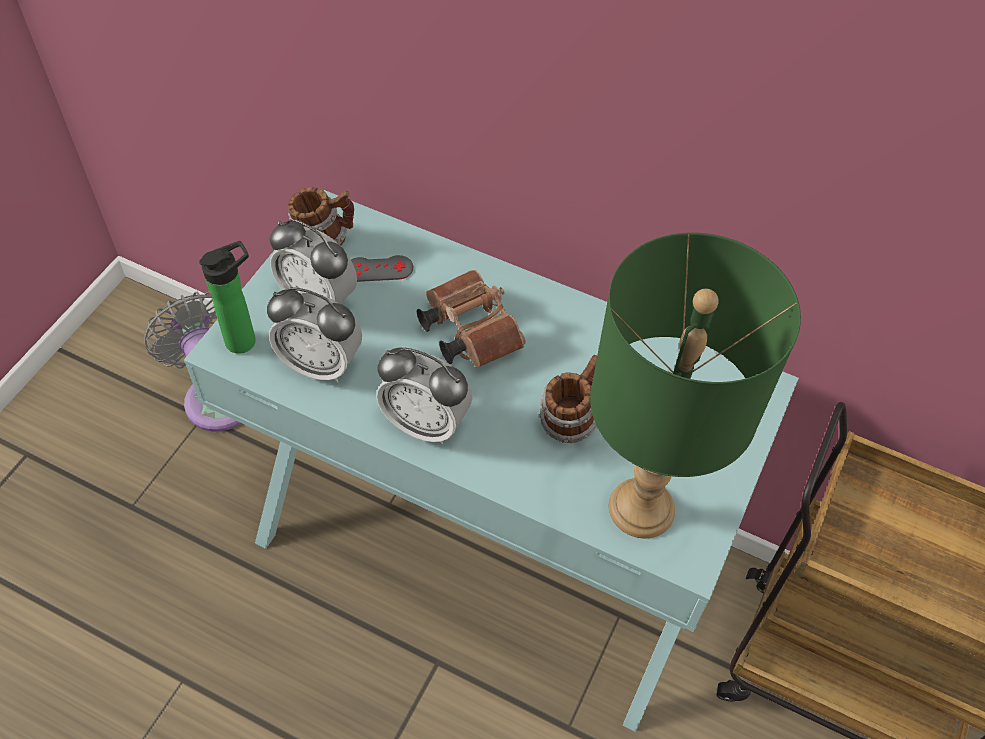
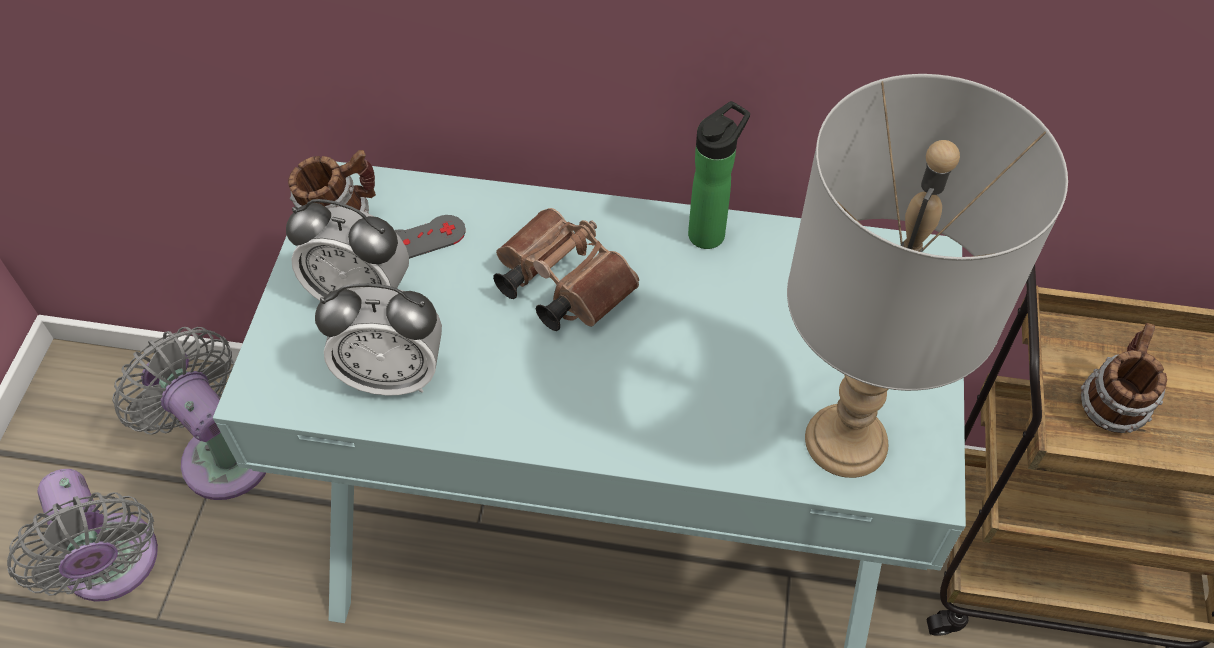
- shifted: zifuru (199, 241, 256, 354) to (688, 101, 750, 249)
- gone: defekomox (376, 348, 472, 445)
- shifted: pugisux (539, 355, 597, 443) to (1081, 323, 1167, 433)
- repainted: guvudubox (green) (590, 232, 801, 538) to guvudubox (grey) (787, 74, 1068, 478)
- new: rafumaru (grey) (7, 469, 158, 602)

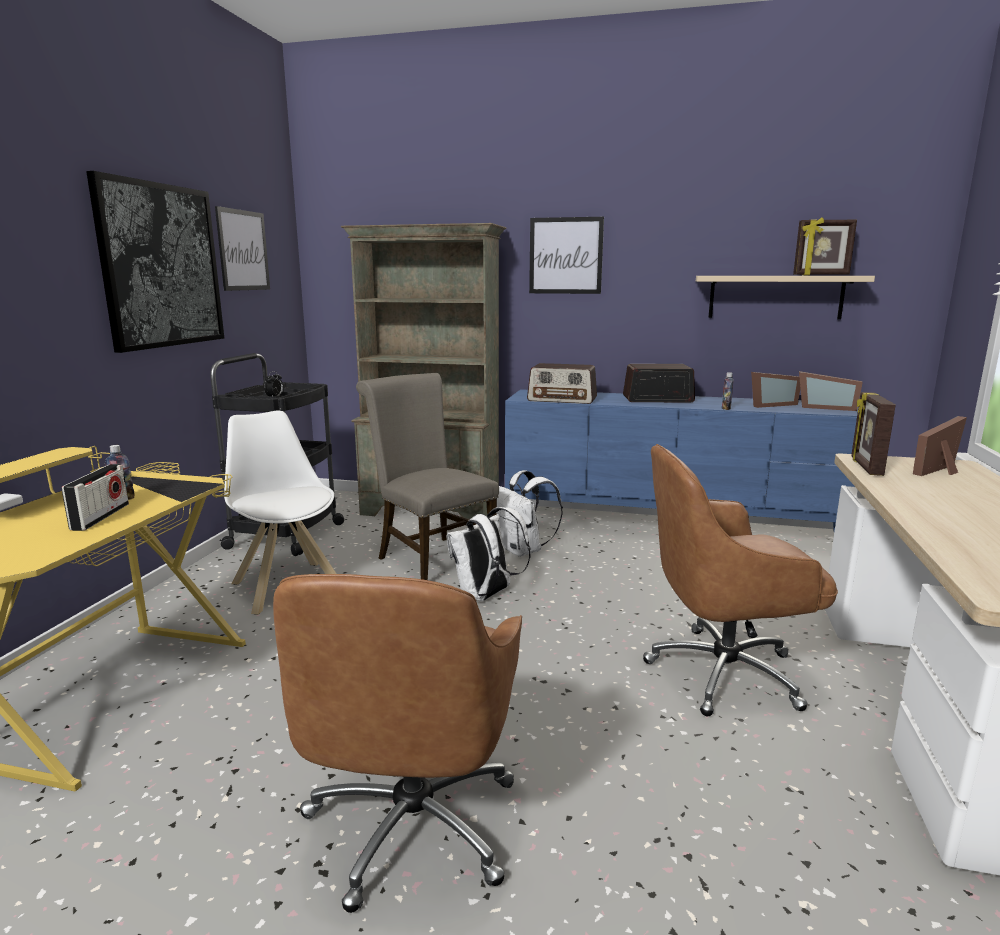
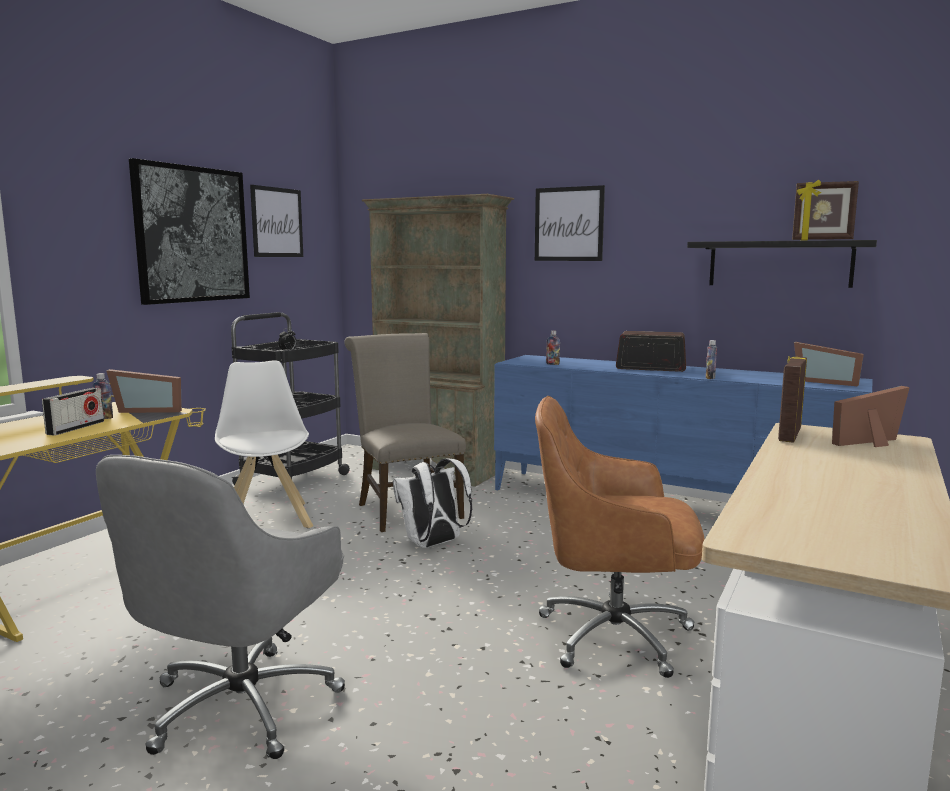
- repainted: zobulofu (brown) (273, 574, 522, 913) to zobulofu (grey) (96, 455, 345, 759)
- gone: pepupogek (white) (497, 470, 563, 557)
- swapped: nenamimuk (527, 363, 597, 404) to zifuru (546, 331, 560, 365)
- repainted: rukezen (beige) (696, 276, 875, 319) to rukezen (black) (687, 240, 877, 288)
- shifted: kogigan (751, 372, 800, 408) to (106, 369, 182, 413)

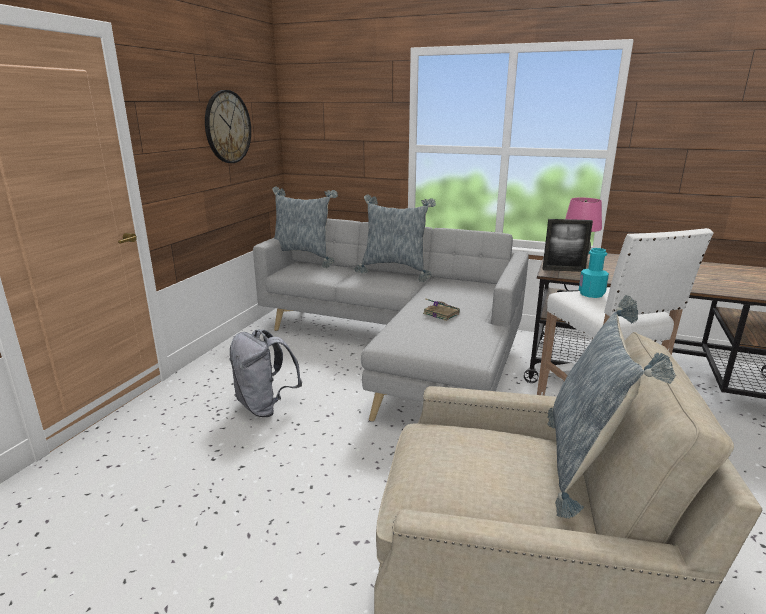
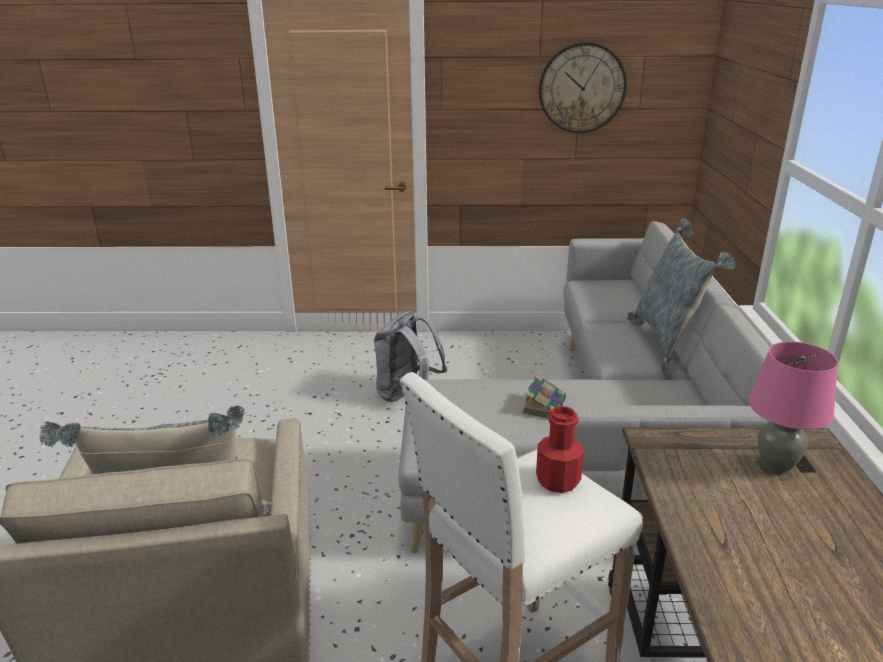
- gone: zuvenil (272, 186, 338, 268)
- gone: kogigan (542, 219, 593, 272)
- repainted: zifuru (turquoise) (579, 248, 609, 298) to zifuru (red) (536, 406, 584, 493)

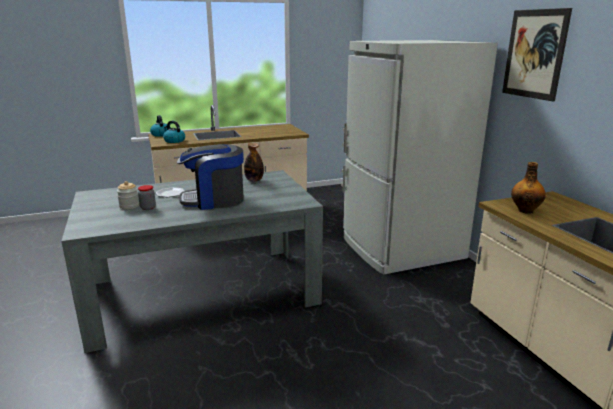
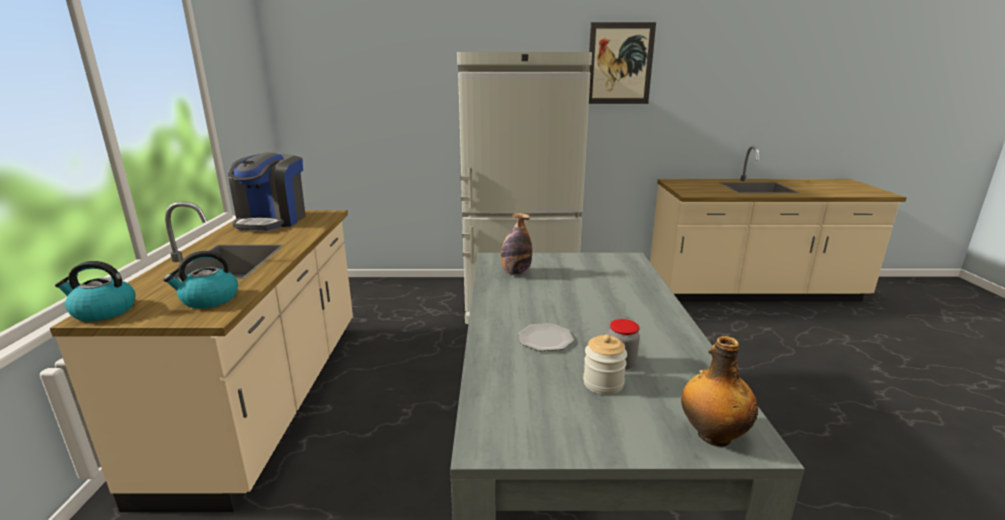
- shifted: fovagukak (177, 144, 244, 210) to (228, 152, 306, 230)
- shifted: zifuru (511, 162, 546, 214) to (681, 336, 758, 447)

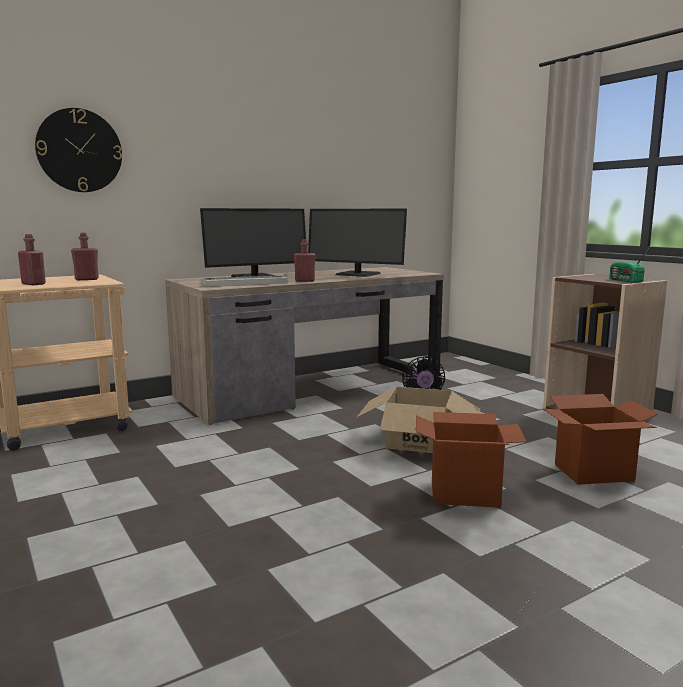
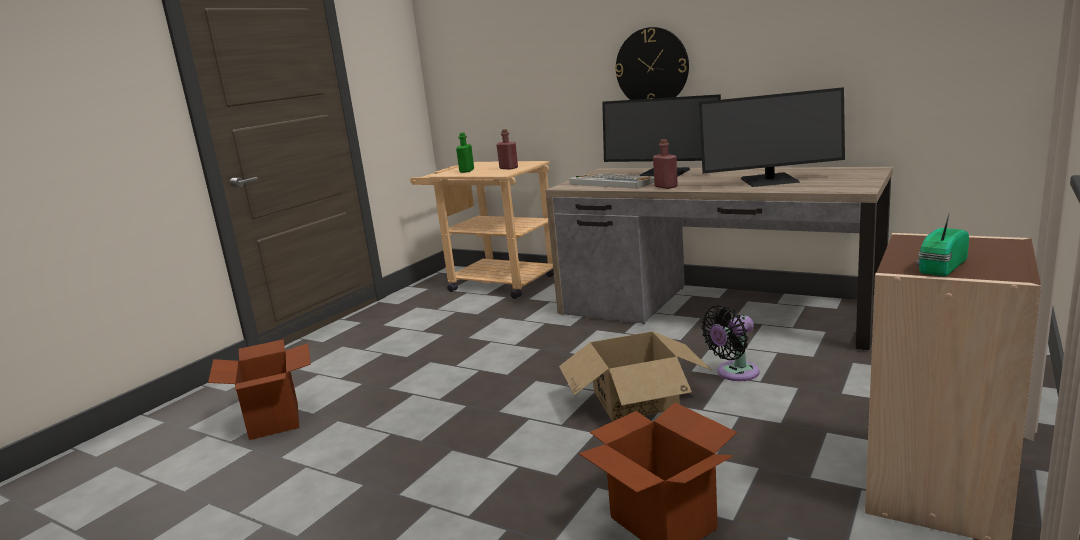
- repainted: zifuru (red) (18, 234, 46, 285) to zifuru (green) (456, 132, 474, 173)
- shifted: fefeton (35, 108, 122, 192) to (615, 27, 689, 100)
- rotated: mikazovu (308, 208, 407, 277) = (699, 87, 845, 187) 90 degrees counterclockwise
- shifted: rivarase (416, 412, 526, 508) to (208, 340, 311, 440)

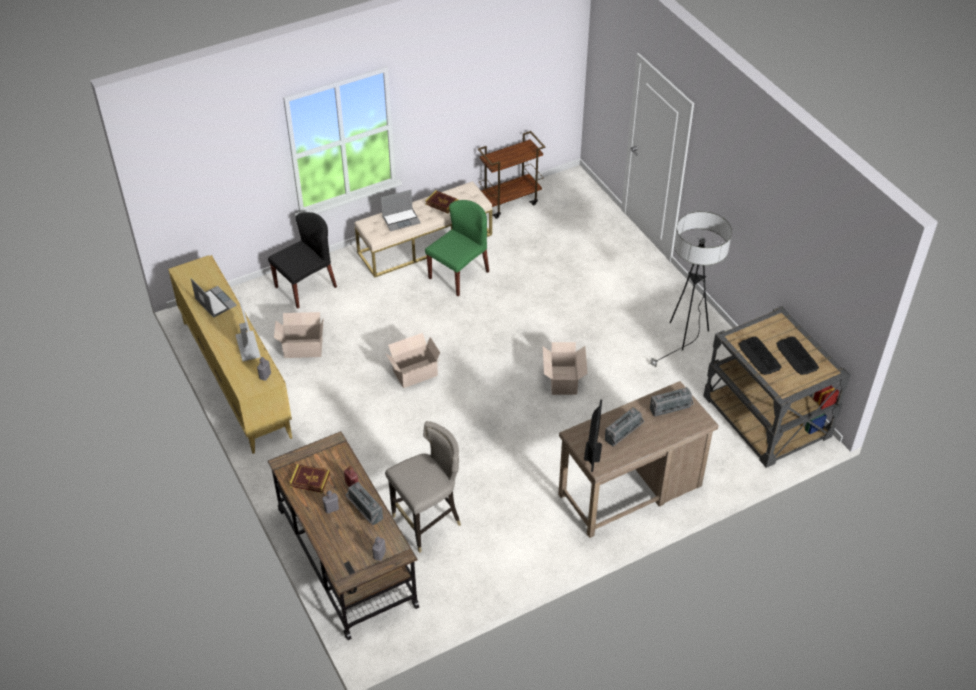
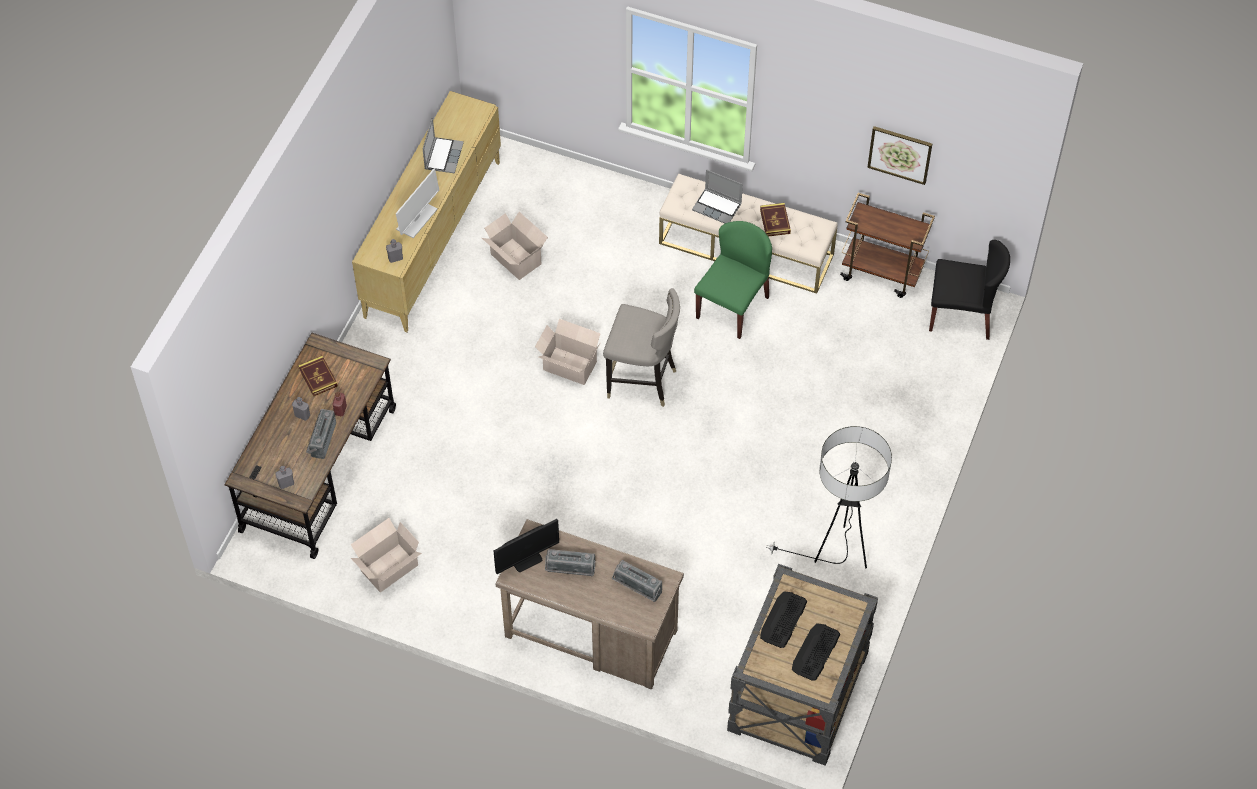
- shifted: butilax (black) (268, 212, 337, 308) to (929, 240, 1010, 340)
- shifted: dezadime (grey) (385, 421, 461, 553) to (603, 288, 680, 407)
- rotated: butilax (green) (425, 200, 489, 296) = (694, 221, 772, 339) 60 degrees counterclockwise
- shifted: rivarase (543, 342, 588, 395) to (351, 518, 422, 593)
- new: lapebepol (867, 126, 932, 185)

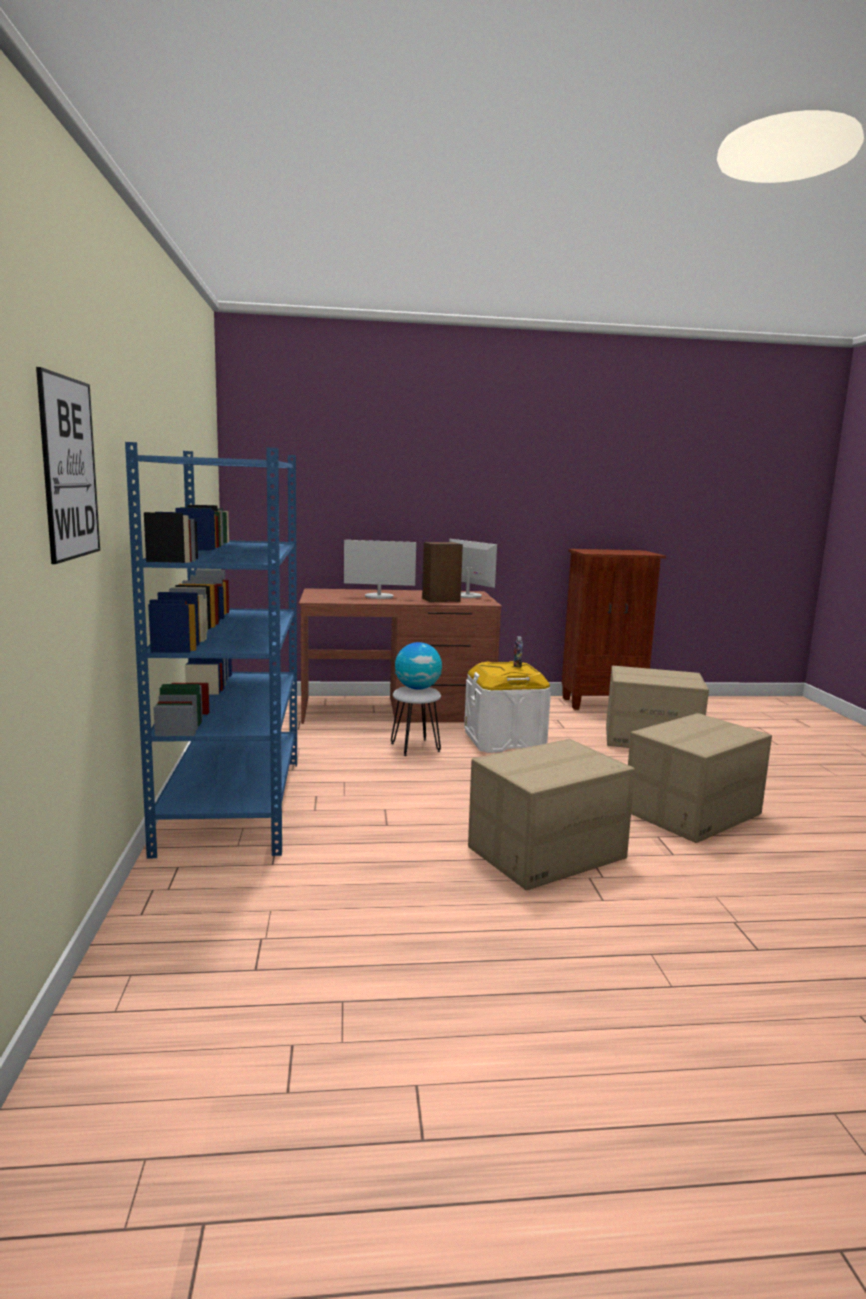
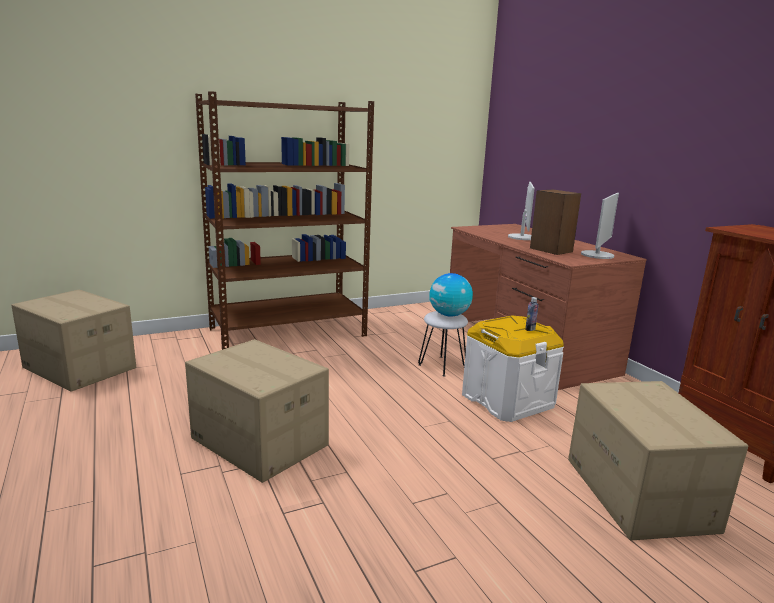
- gone: lapebepol (36, 367, 100, 564)
- repainted: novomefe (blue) (125, 442, 297, 859) to novomefe (brown) (195, 91, 374, 350)
- rotated: mikazovu (344, 540, 416, 599) = (508, 182, 535, 240) 150 degrees counterclockwise
- shifted: rivarase (628, 713, 772, 843) to (11, 290, 136, 392)

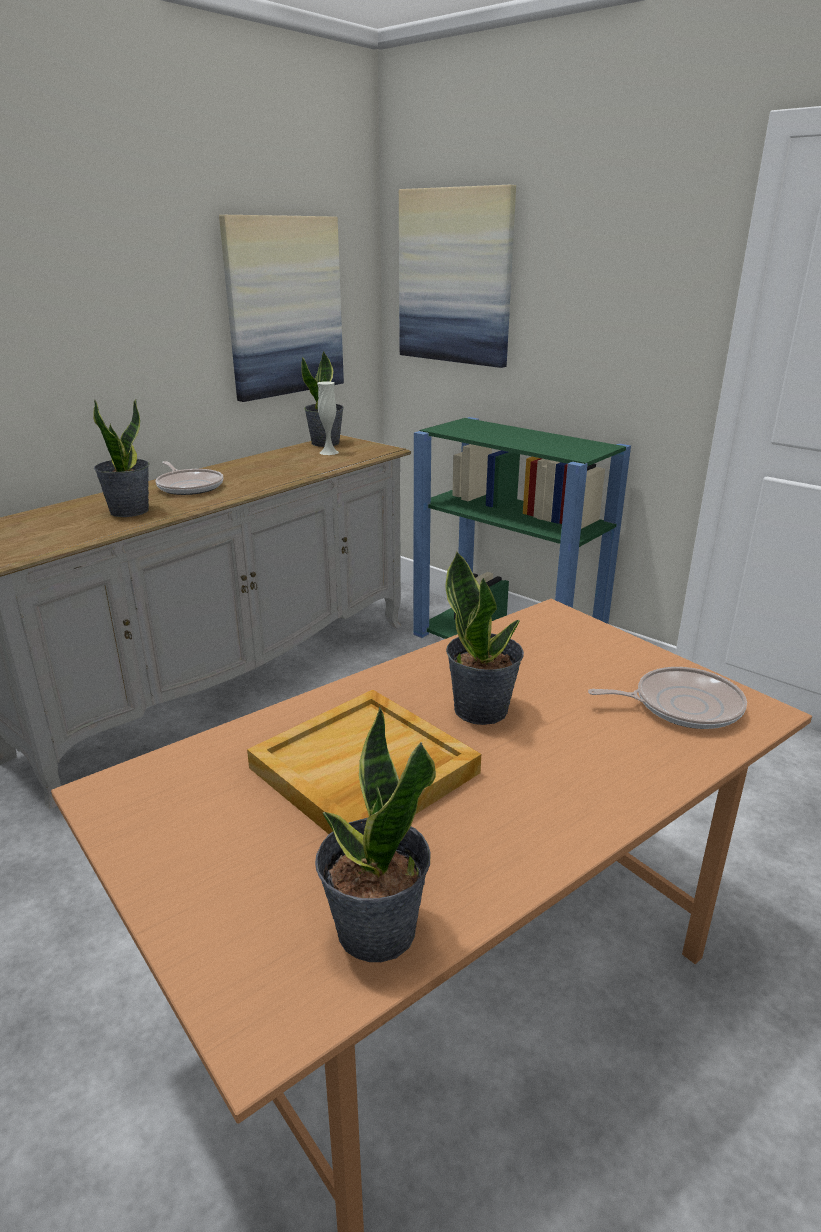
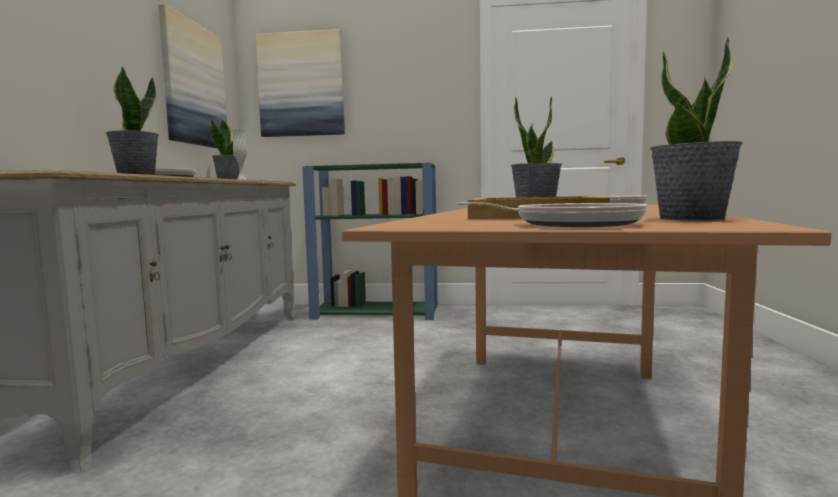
- new: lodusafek (456, 202, 647, 227)

